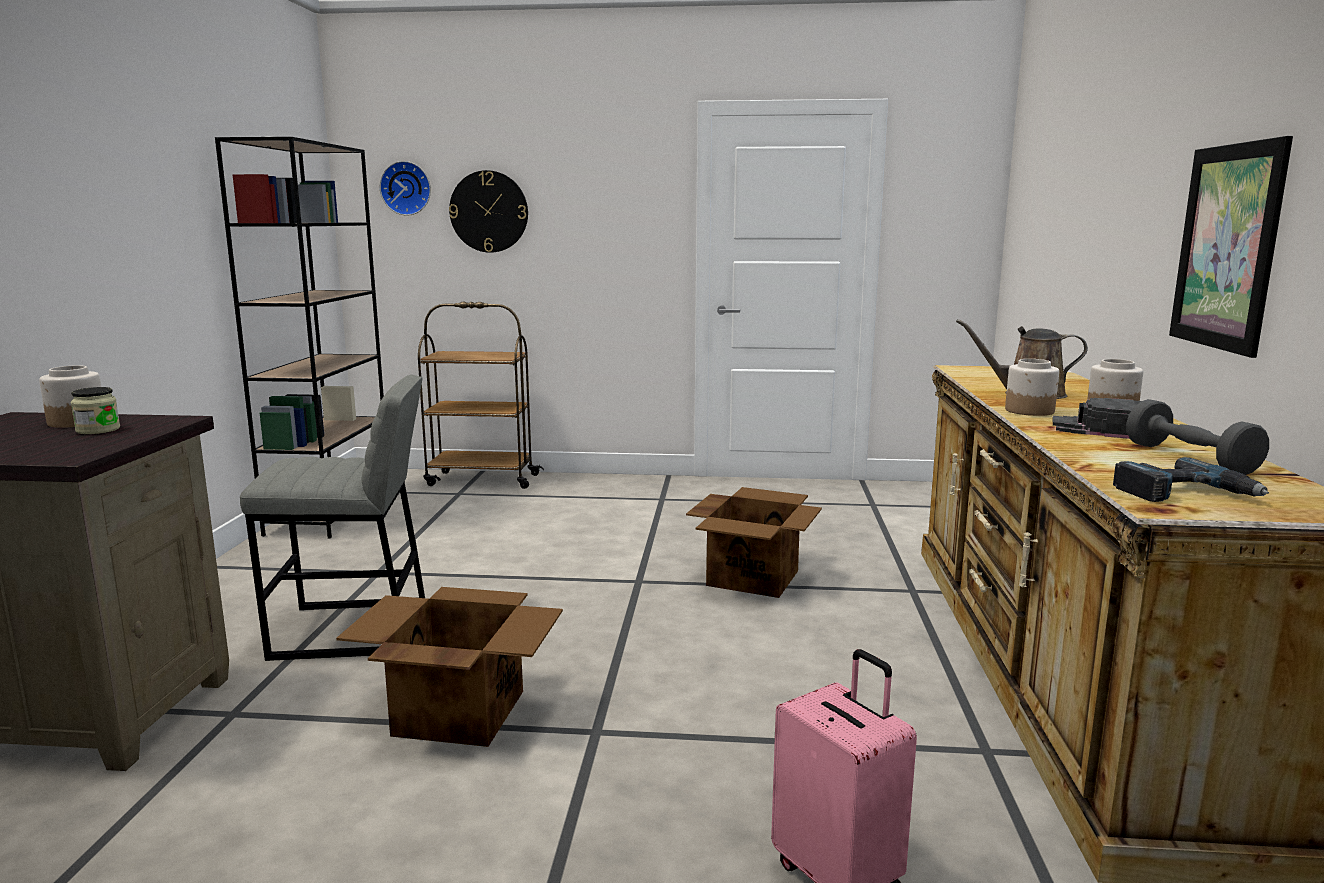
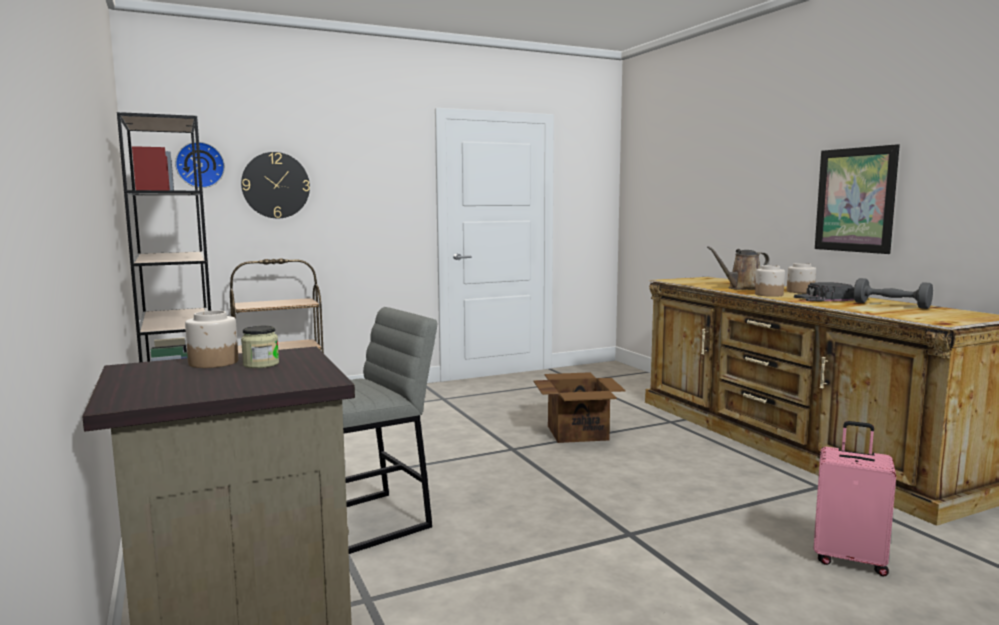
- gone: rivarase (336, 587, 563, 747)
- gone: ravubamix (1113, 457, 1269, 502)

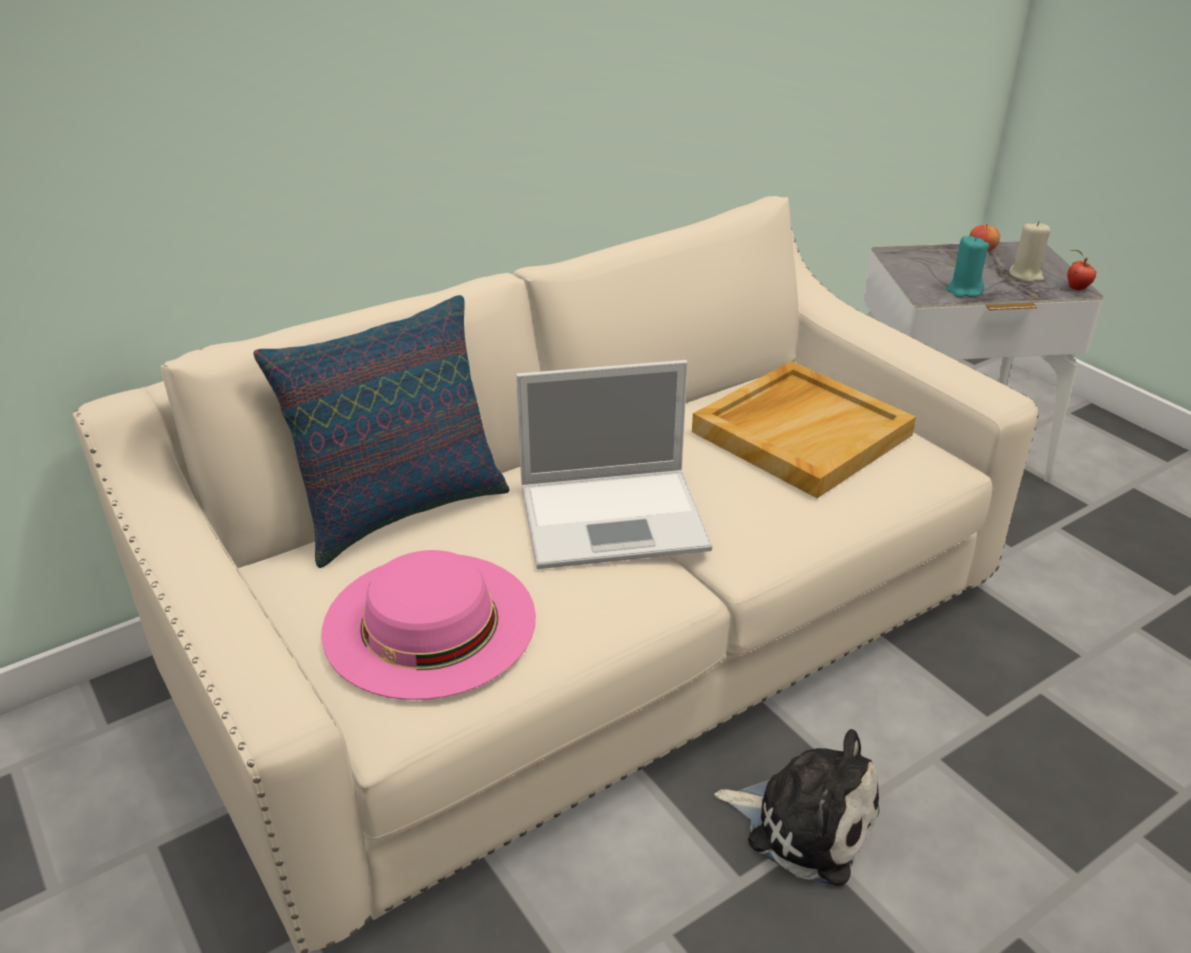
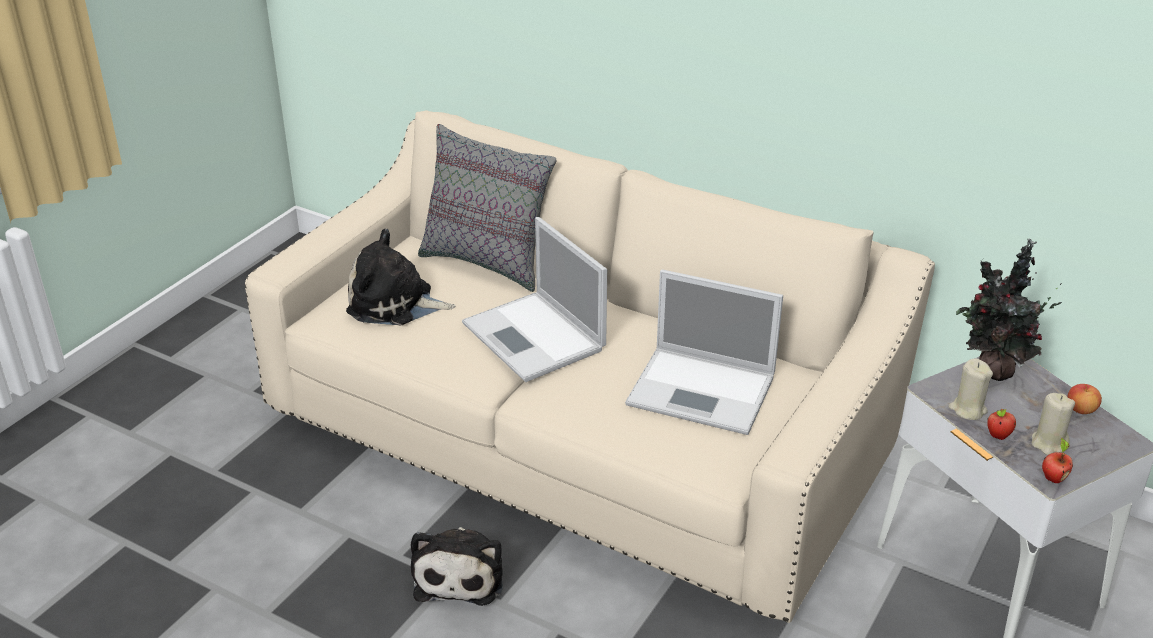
- repainted: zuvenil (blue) (254, 295, 510, 568) to zuvenil (grey) (418, 124, 556, 292)
- swapped: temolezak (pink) (321, 550, 536, 700) to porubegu (346, 229, 455, 325)
- swapped: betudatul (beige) (692, 361, 916, 498) to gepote (625, 269, 783, 435)
- repainted: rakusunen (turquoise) (946, 236, 989, 297) to rakusunen (beige) (948, 359, 993, 420)
- new: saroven (956, 239, 1062, 381)
- new: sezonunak (987, 409, 1016, 440)

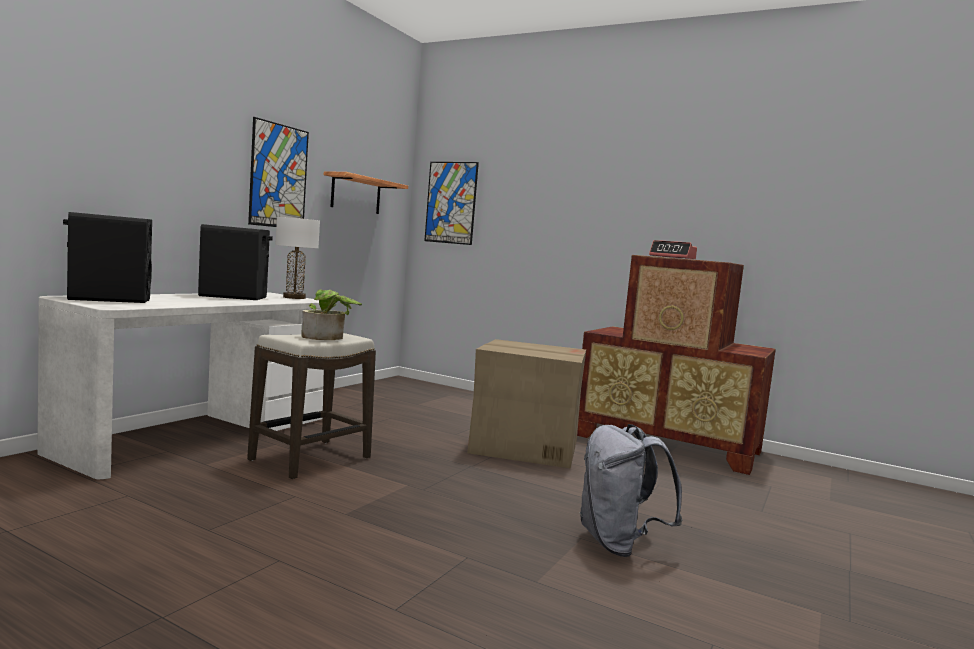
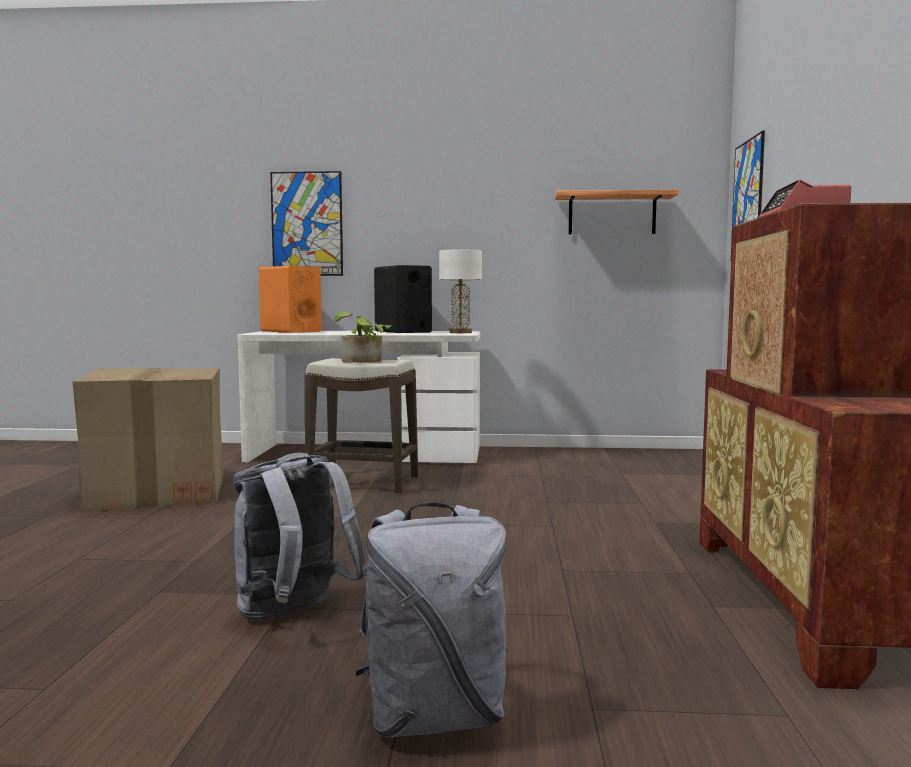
- repainted: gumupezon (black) (63, 212, 152, 303) to gumupezon (orange) (259, 266, 322, 333)
- shifted: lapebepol (248, 117, 309, 227) to (270, 171, 343, 276)
- shifted: rivarase (467, 339, 586, 469) to (73, 368, 224, 512)
- new: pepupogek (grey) (356, 503, 507, 738)

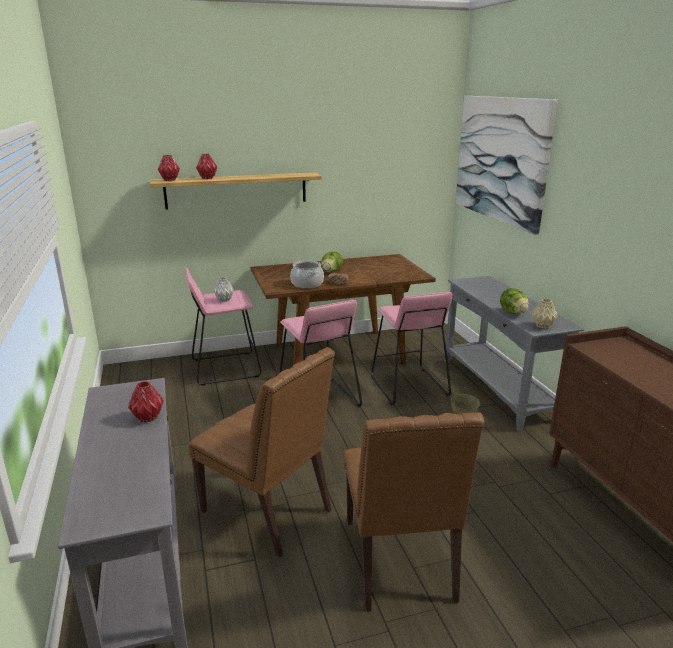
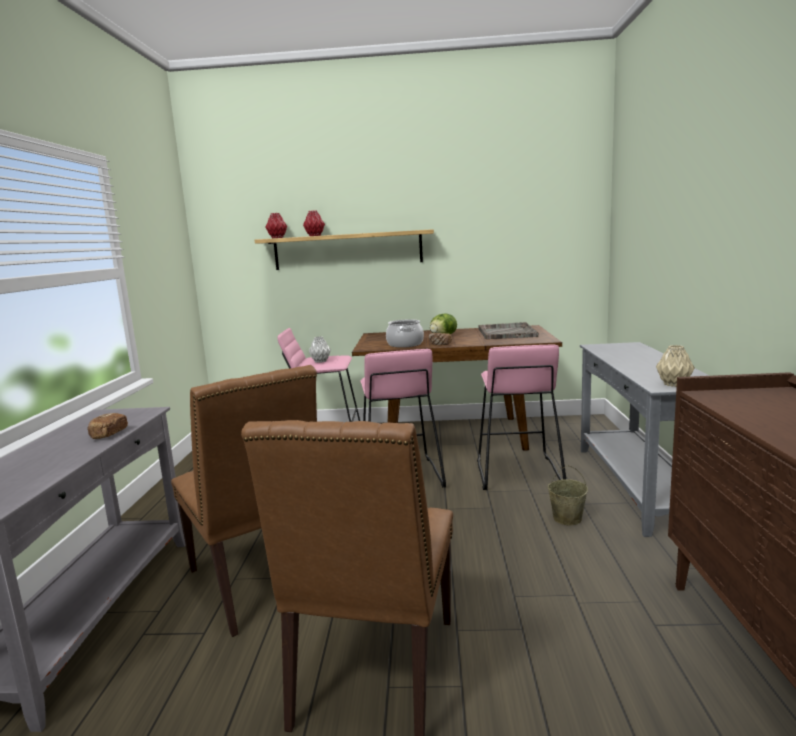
- swapped: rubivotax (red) (128, 381, 164, 422) to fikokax (87, 413, 128, 439)
- gone: lapebepol (456, 96, 558, 235)
- gone: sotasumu (500, 288, 529, 314)
- new: betudatul (grey) (478, 322, 538, 339)

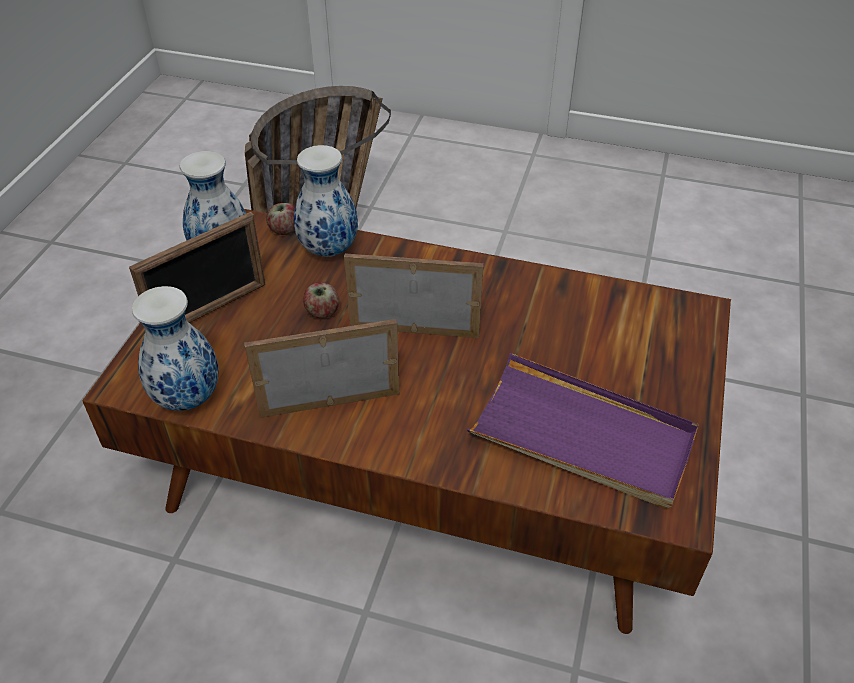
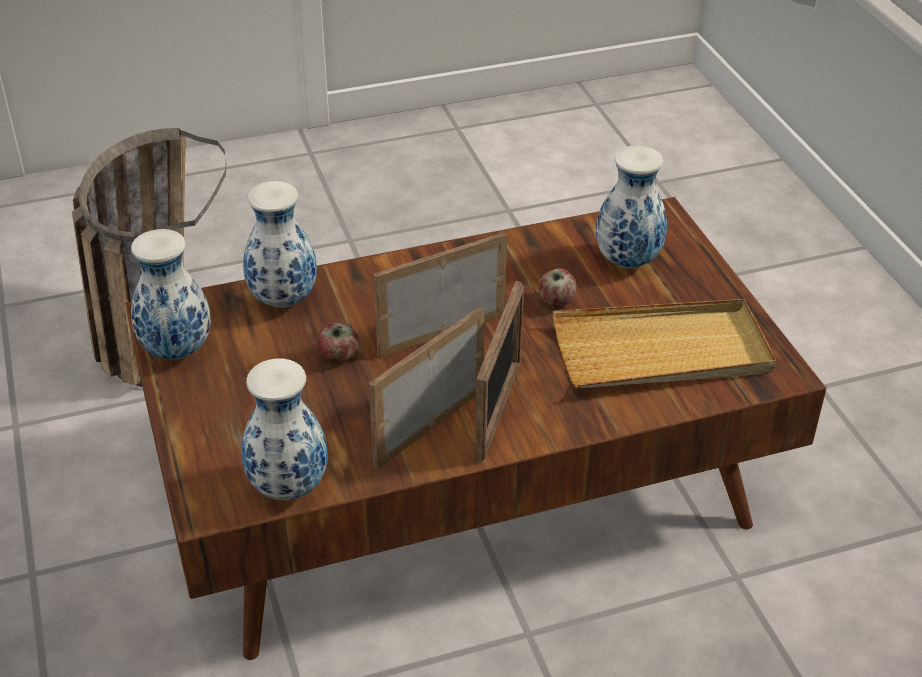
- shifted: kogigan (129, 212, 266, 323) to (475, 281, 524, 463)
- shifted: sezonunak (266, 203, 295, 235) to (539, 268, 577, 307)
- repainted: betudatul (purple) (467, 353, 699, 508) to betudatul (beige) (553, 299, 776, 388)
- new: rubivotax (596, 145, 667, 268)

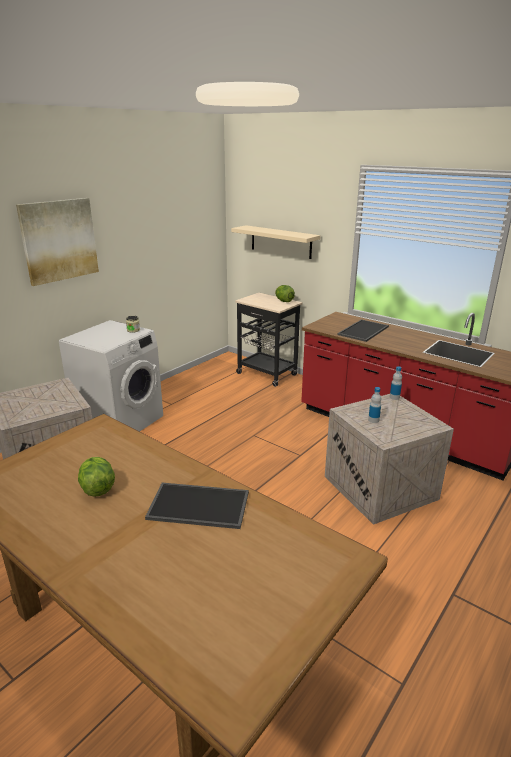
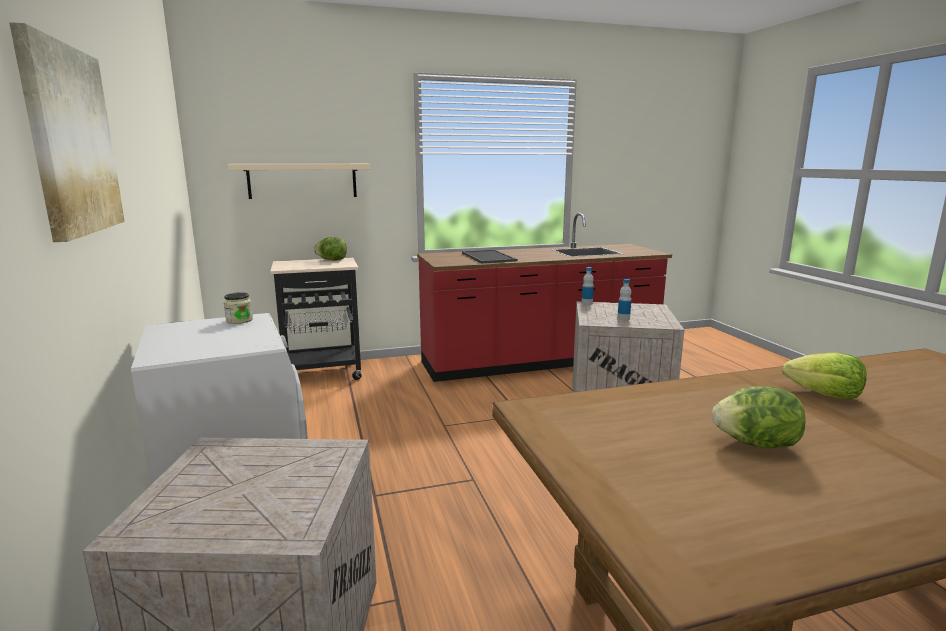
- swapped: betudatul (145, 483, 249, 529) to sotasumu (782, 352, 867, 400)

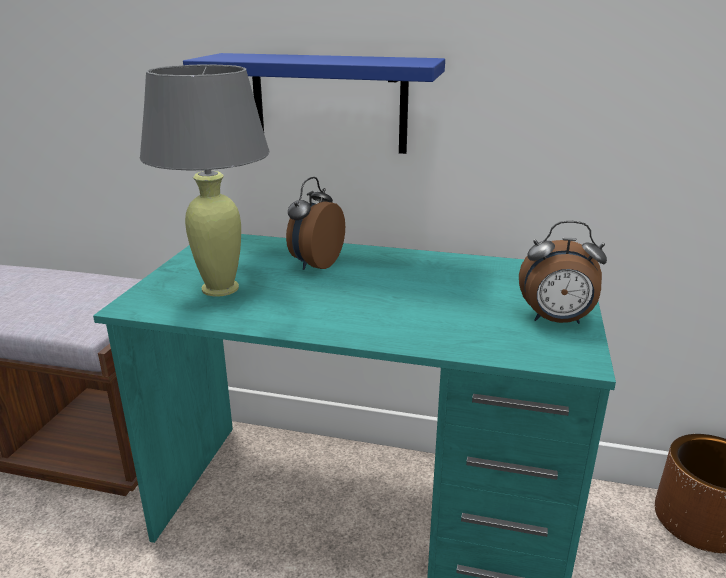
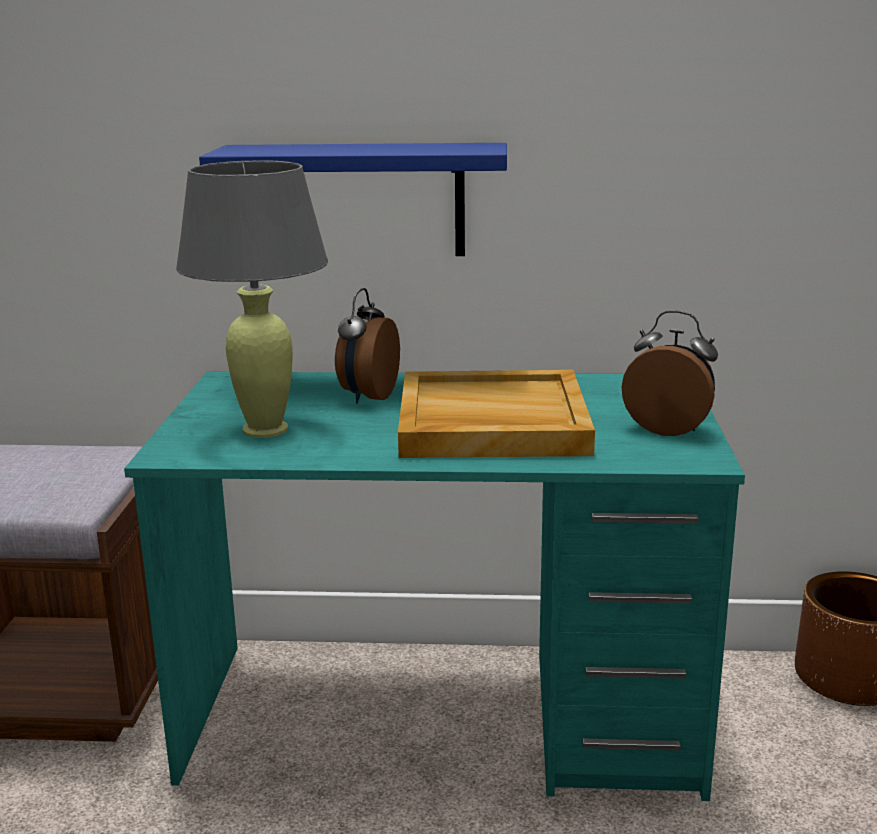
- rotated: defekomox (519, 221, 607, 324) = (622, 310, 718, 436) 150 degrees counterclockwise
- new: betudatul (beige) (398, 370, 595, 458)

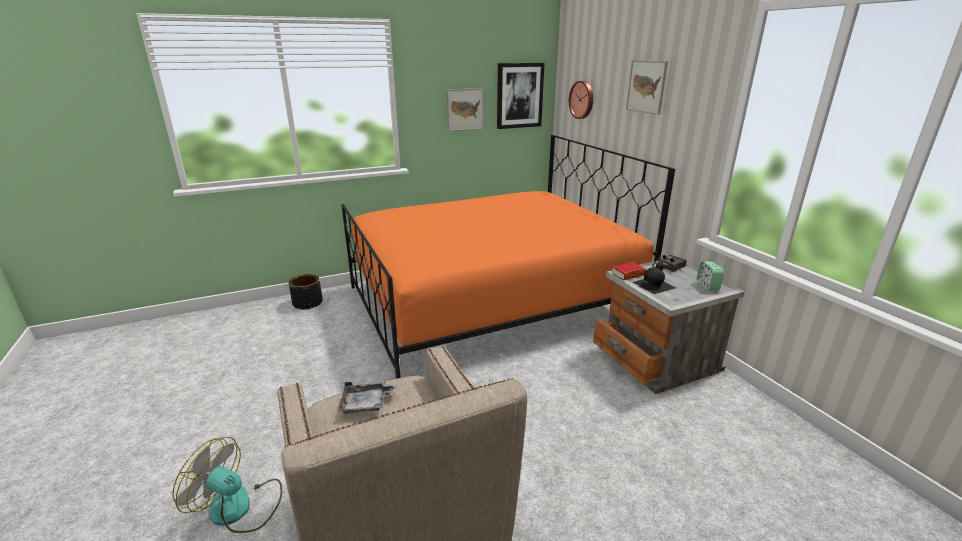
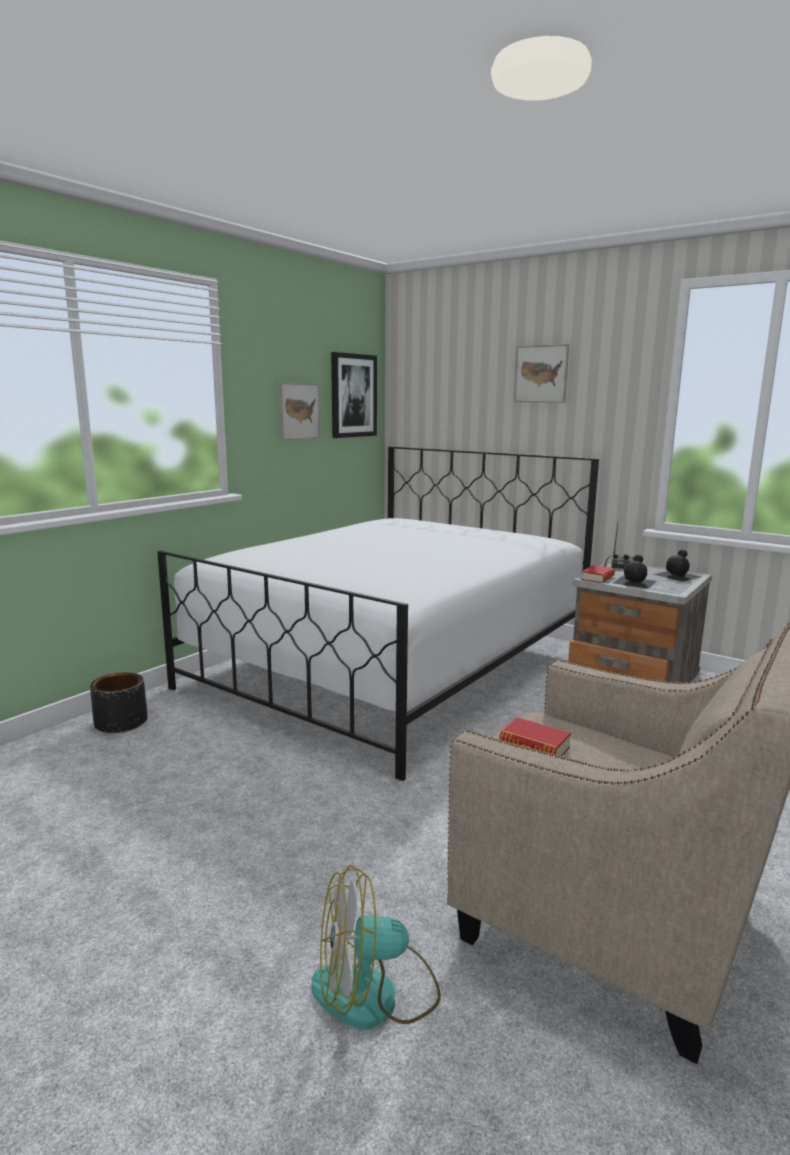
- swapped: betudatul (grey) (338, 382, 397, 414) to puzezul (499, 717, 571, 756)
- repainted: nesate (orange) (341, 135, 675, 379) to nesate (white) (157, 447, 599, 781)
- gone: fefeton (569, 81, 593, 119)
- swapped: defekomox (697, 261, 724, 290) to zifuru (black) (653, 549, 701, 582)

